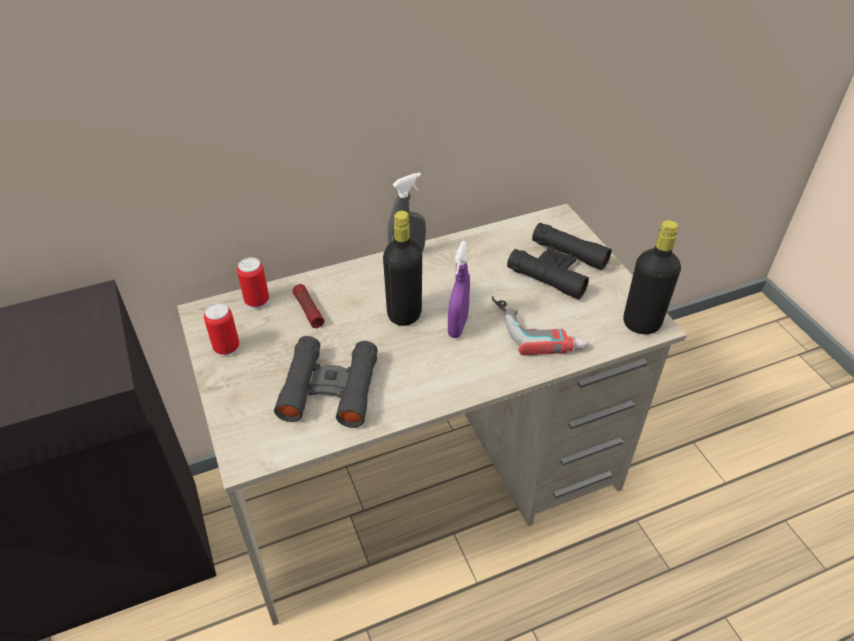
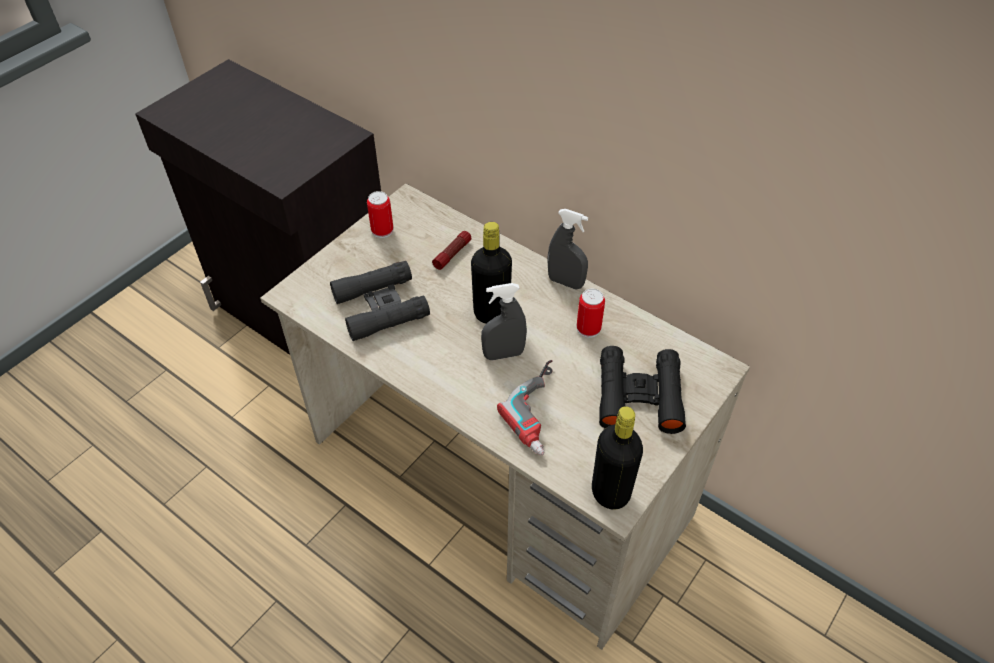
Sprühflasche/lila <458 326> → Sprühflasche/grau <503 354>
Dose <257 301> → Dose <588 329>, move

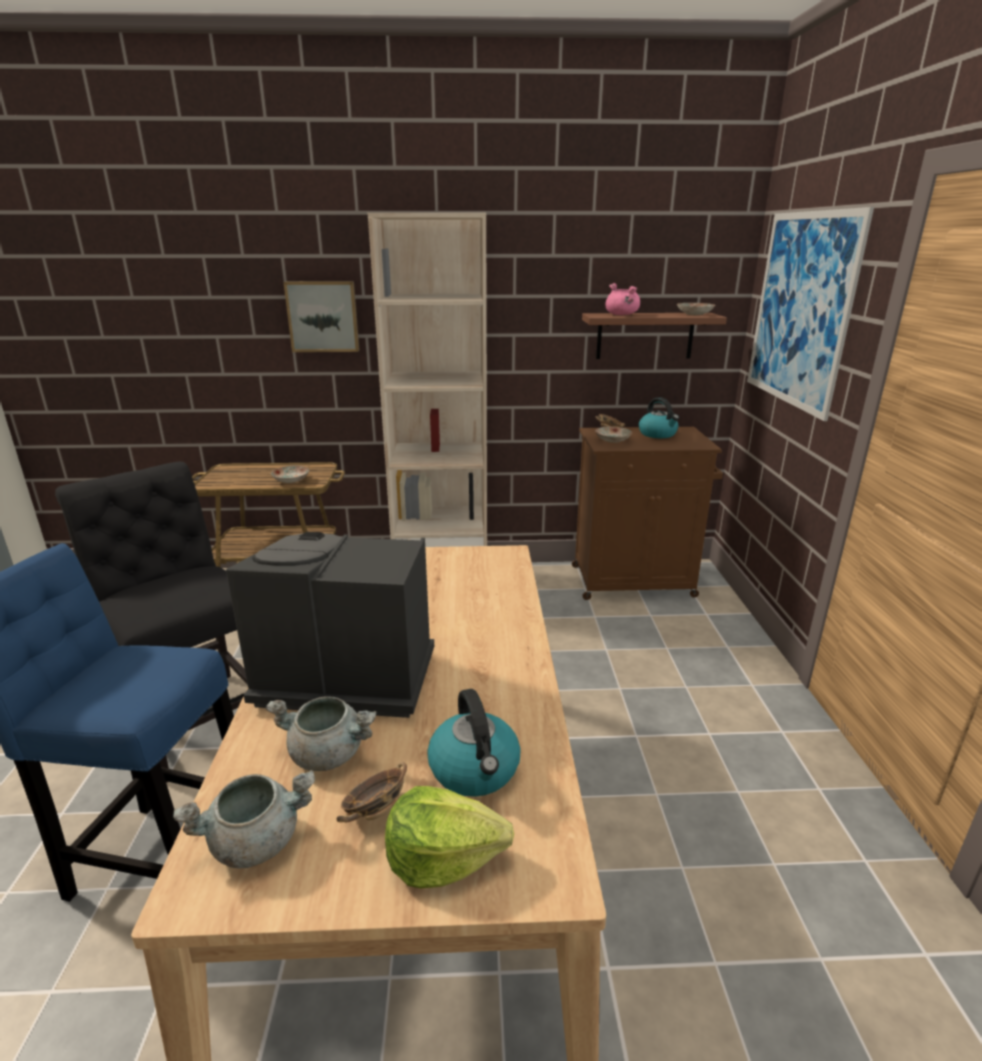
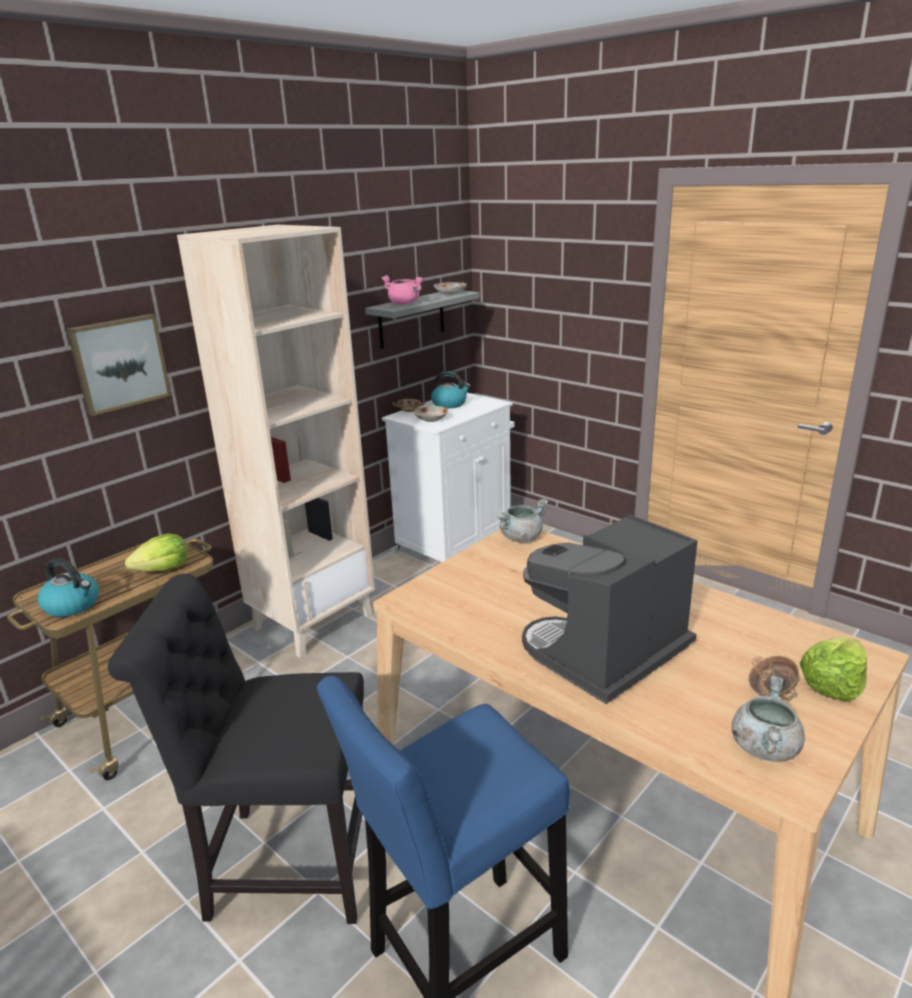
Bild <800 310> → -
Wandregal/braun <645 336> → Wandregal/grau <411 319>
Schrank/braun <635 581> → Schrank/weiß <456 542>
Teller <291 480> → Salatkopf <163 569>
Wasserkessel <475 770> → Wasserkessel <73 605>, move
Kochtopf/grau <328 754> → Kochtopf/grau <521 537>, move

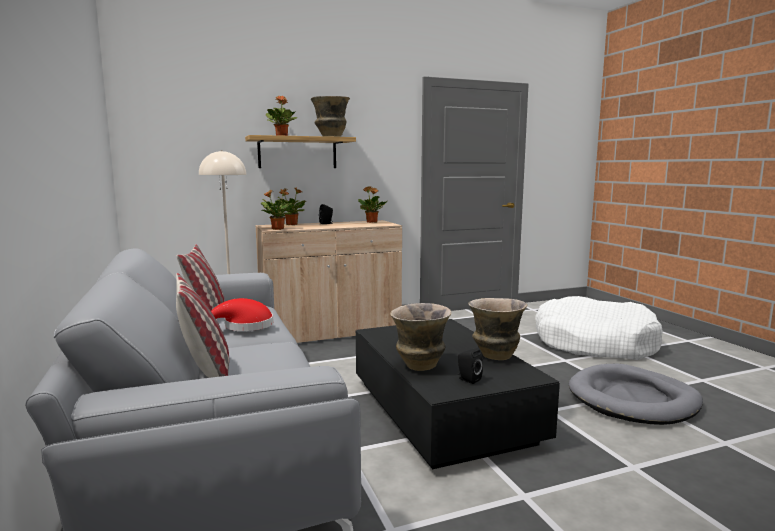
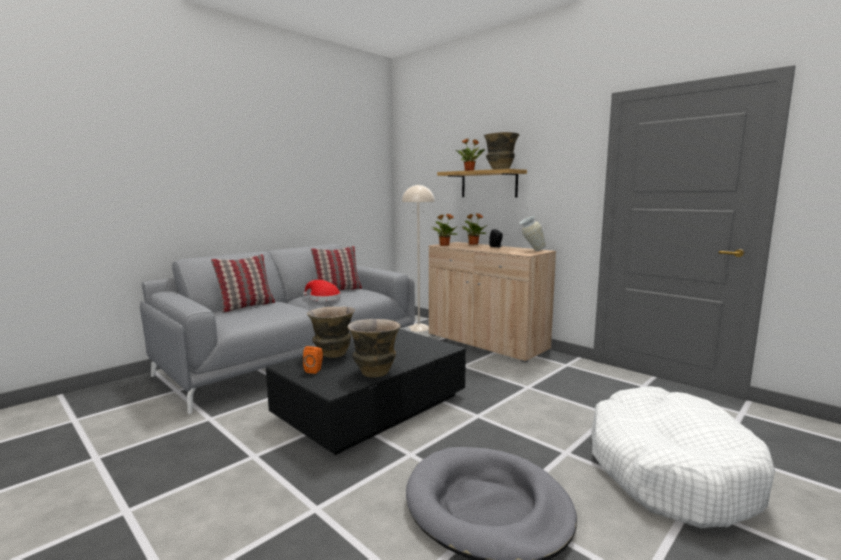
Topfpflanze <372 222> → Vase <531 250>
Lautsprecher/schwarz <468 379> → Lautsprecher/orange <315 370>

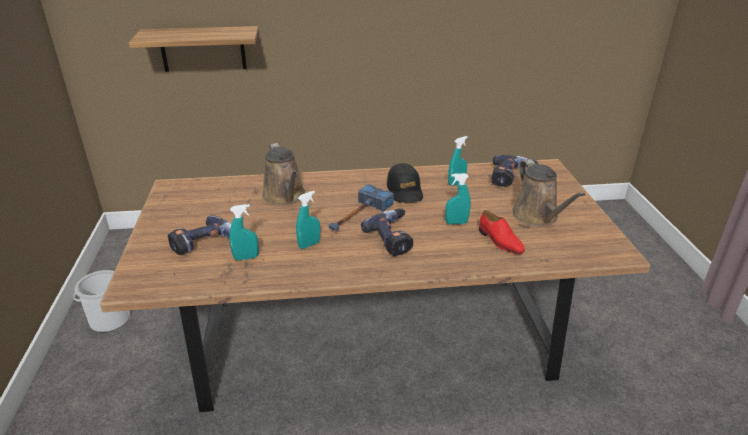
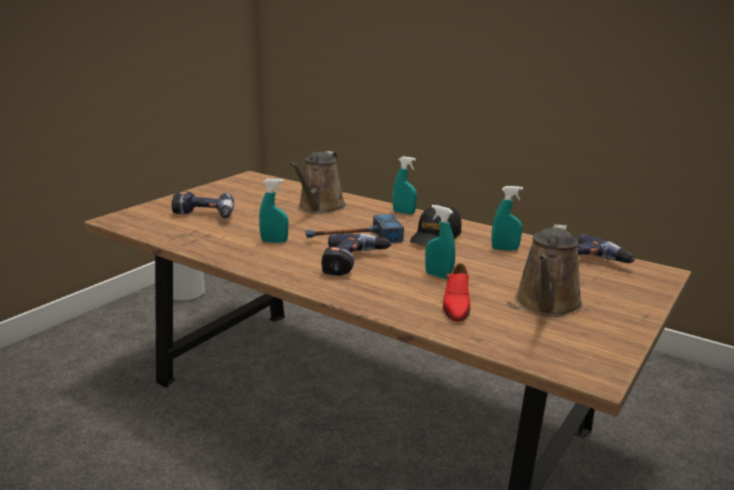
Wandregal <203 49> → -
Sprühflasche/türkis <246 258> → Sprühflasche/türkis <404 212>, move

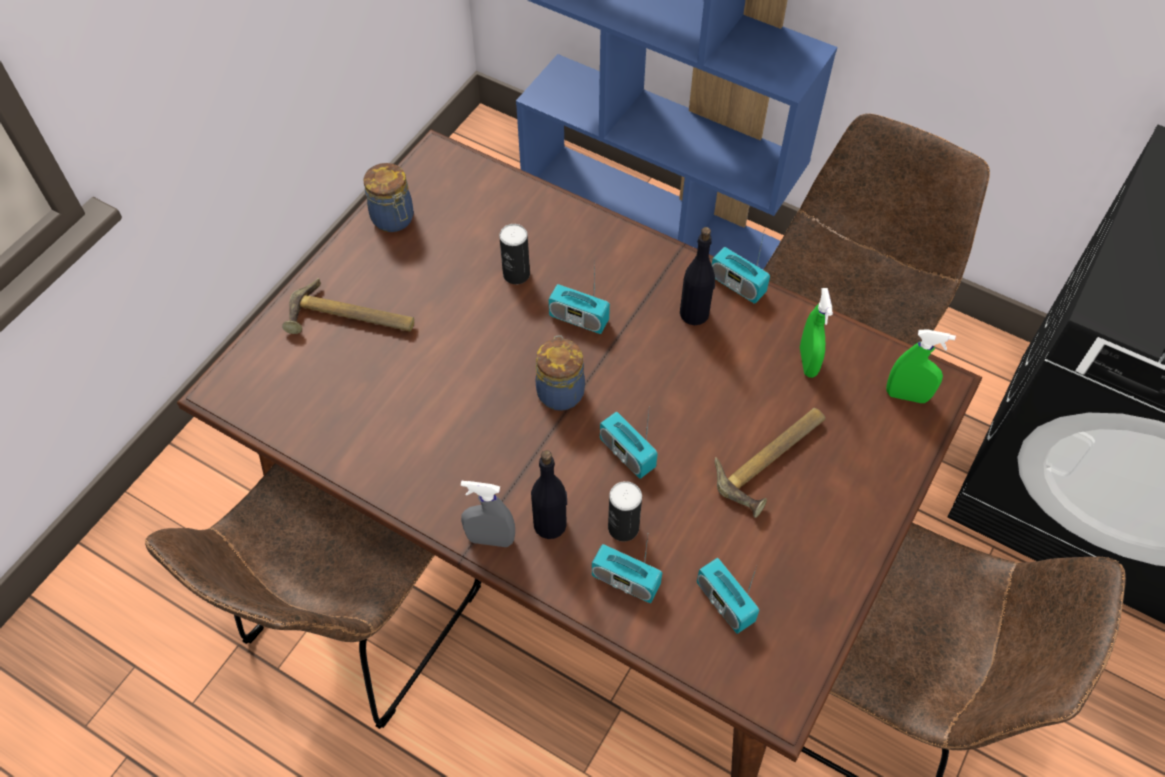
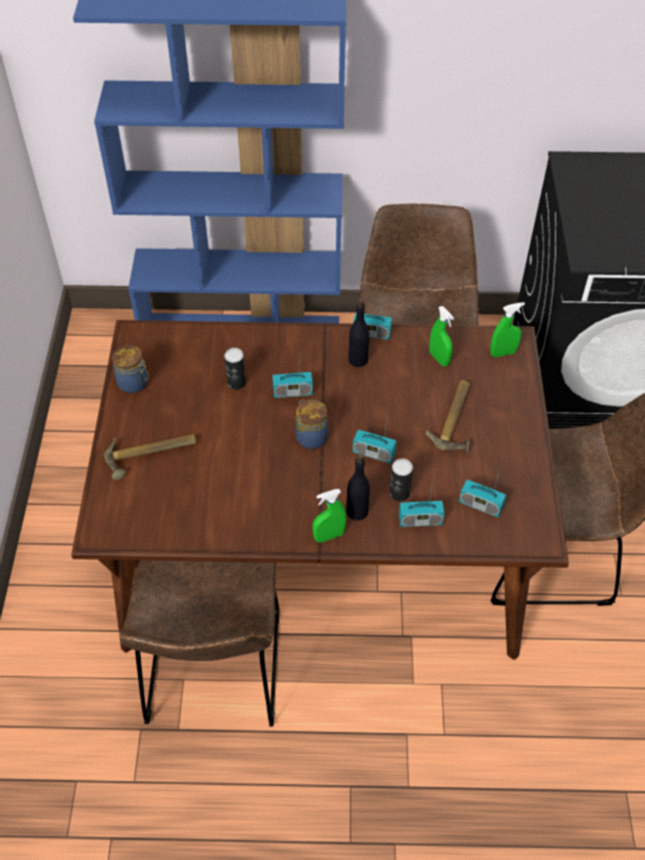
Sprühflasche/grau <490 539> → Sprühflasche/grün <329 536>

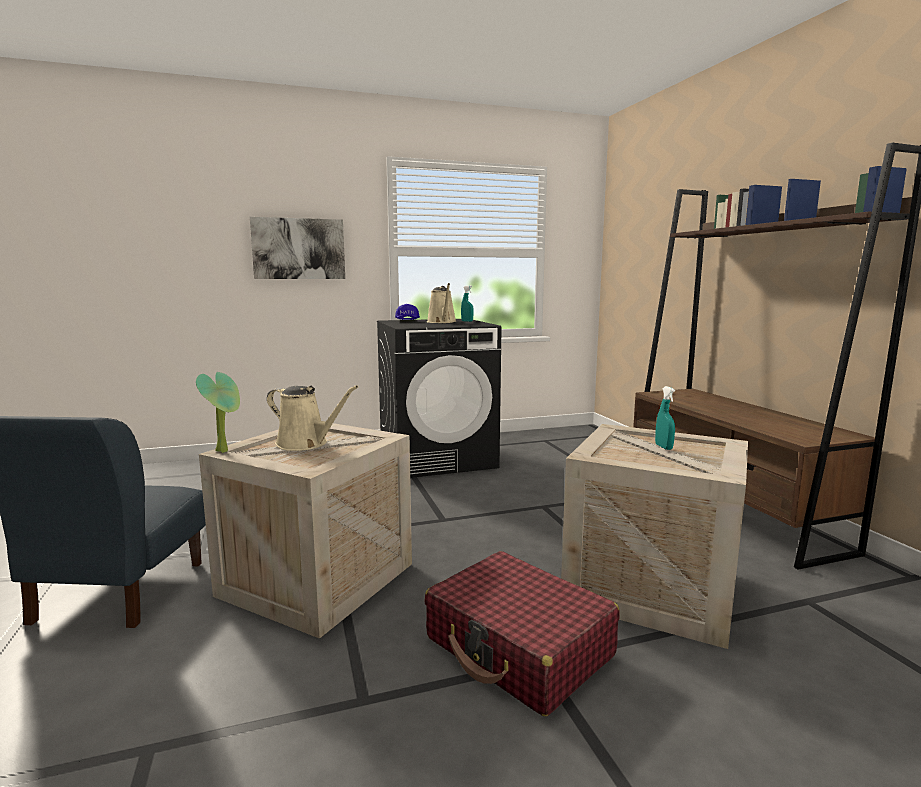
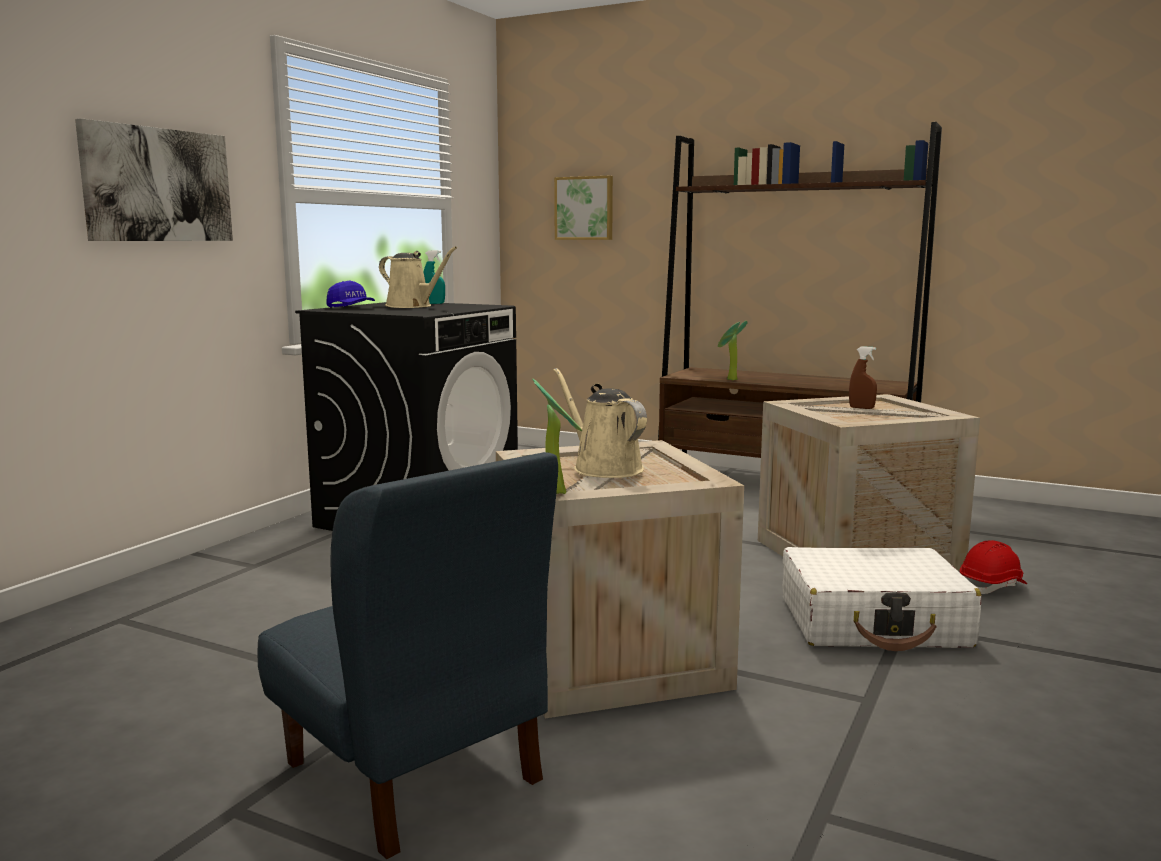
Gießkanne/beige <306 444> → Gießkanne/beige <603 468>, 105 degrees counterclockwise
Sprühflasche/türkis <663 447> → Sprühflasche/braun <861 408>
Koffer/rot <519 647> → Koffer/weiß <874 623>
- → Bild <584 208>
- → Topfpflanze <730 380>
- → Schutzhelm/rot <992 586>

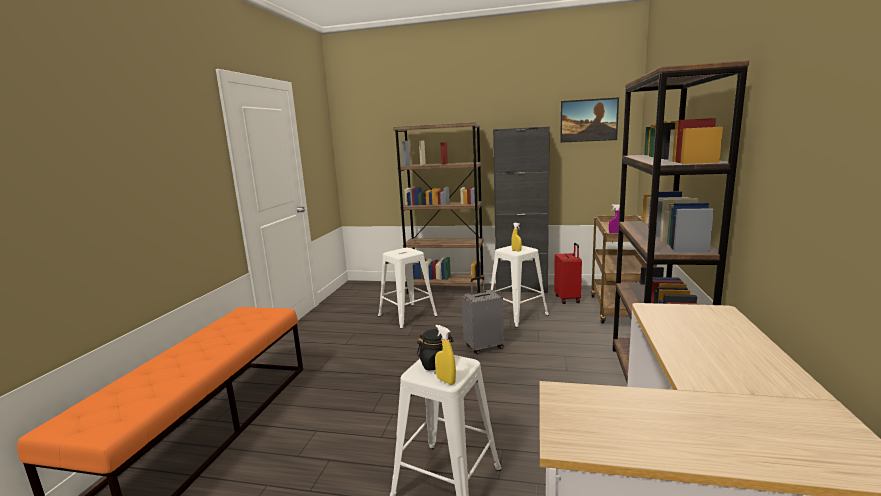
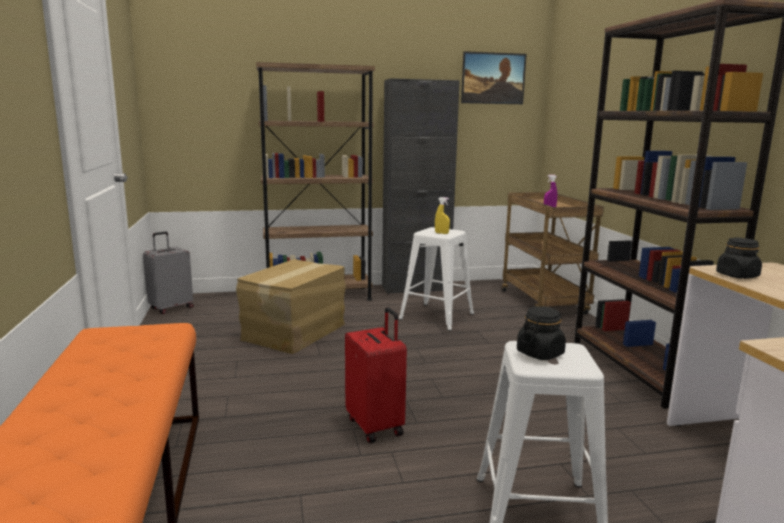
Koffer/rot <568 299> → Koffer/rot <376 426>, move
Hocker/weiß <407 316> → Karton <295 332>
Koffer/grau <483 347> → Koffer/grau <171 308>, move
Sprühflasche/gelb <446 381> → -
- → Vorratsglas/schwarz <737 276>

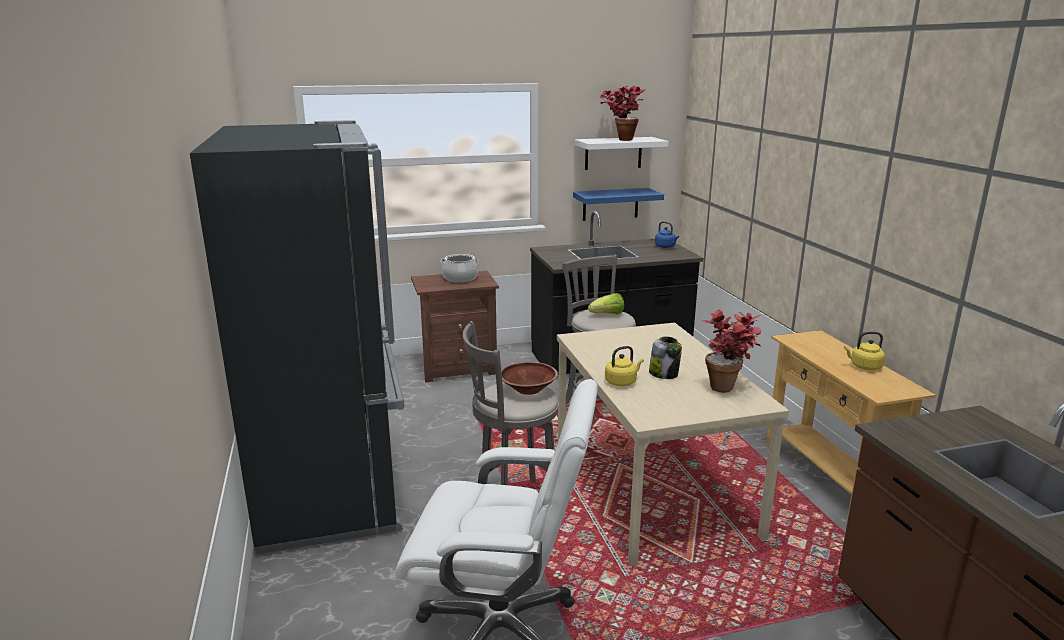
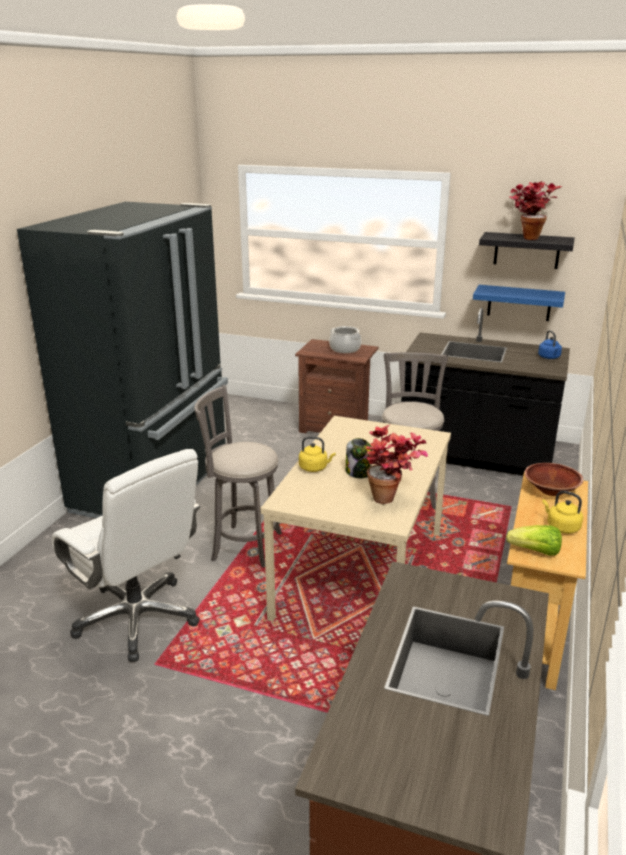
Wandregal/weiß <613 153> → Wandregal/schwarz <527 250>
Salatkopf <607 315> → Salatkopf <535 552>, move
Schüssel/braun <528 390> → Schüssel/braun <551 490>, move

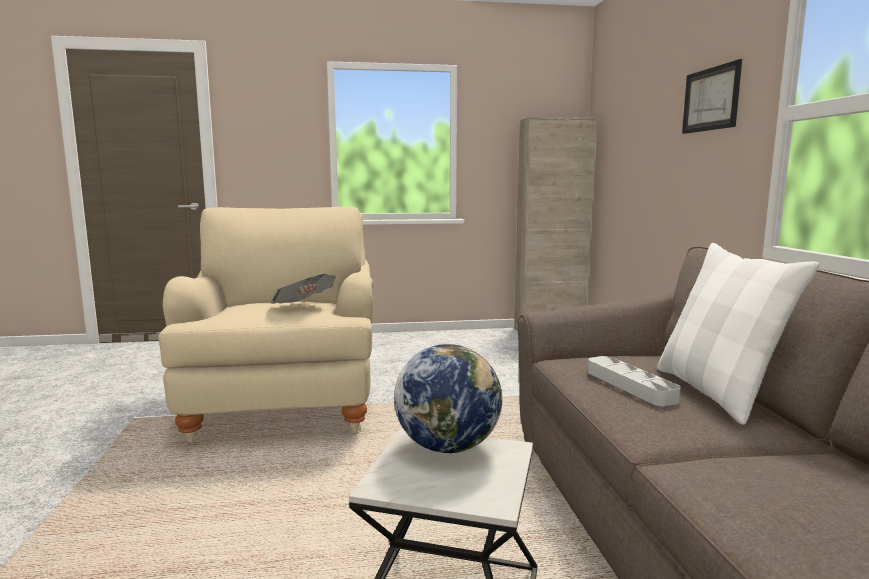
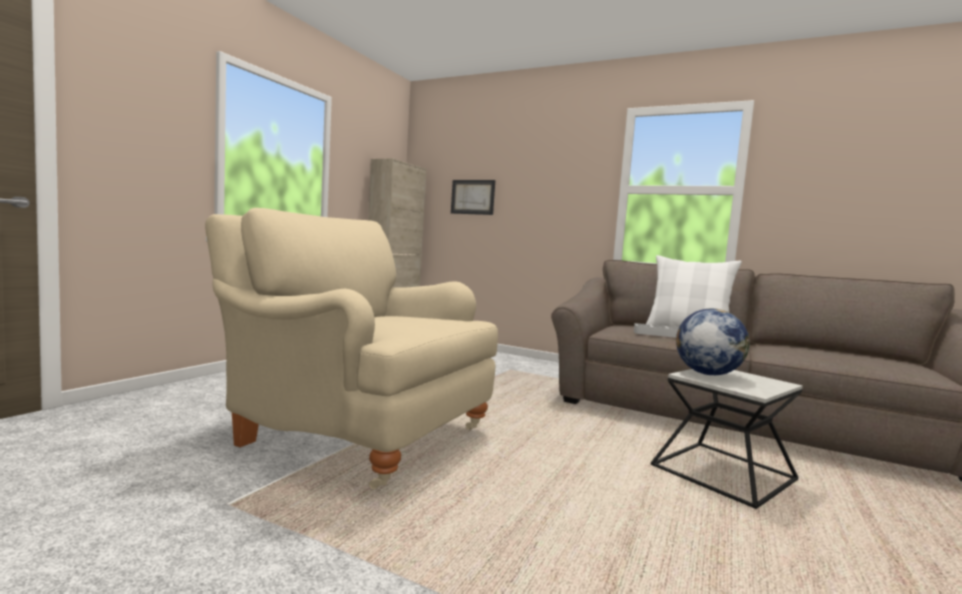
Bild <711 99> → Bild <472 197>, move
Zeitung <304 307> → -

